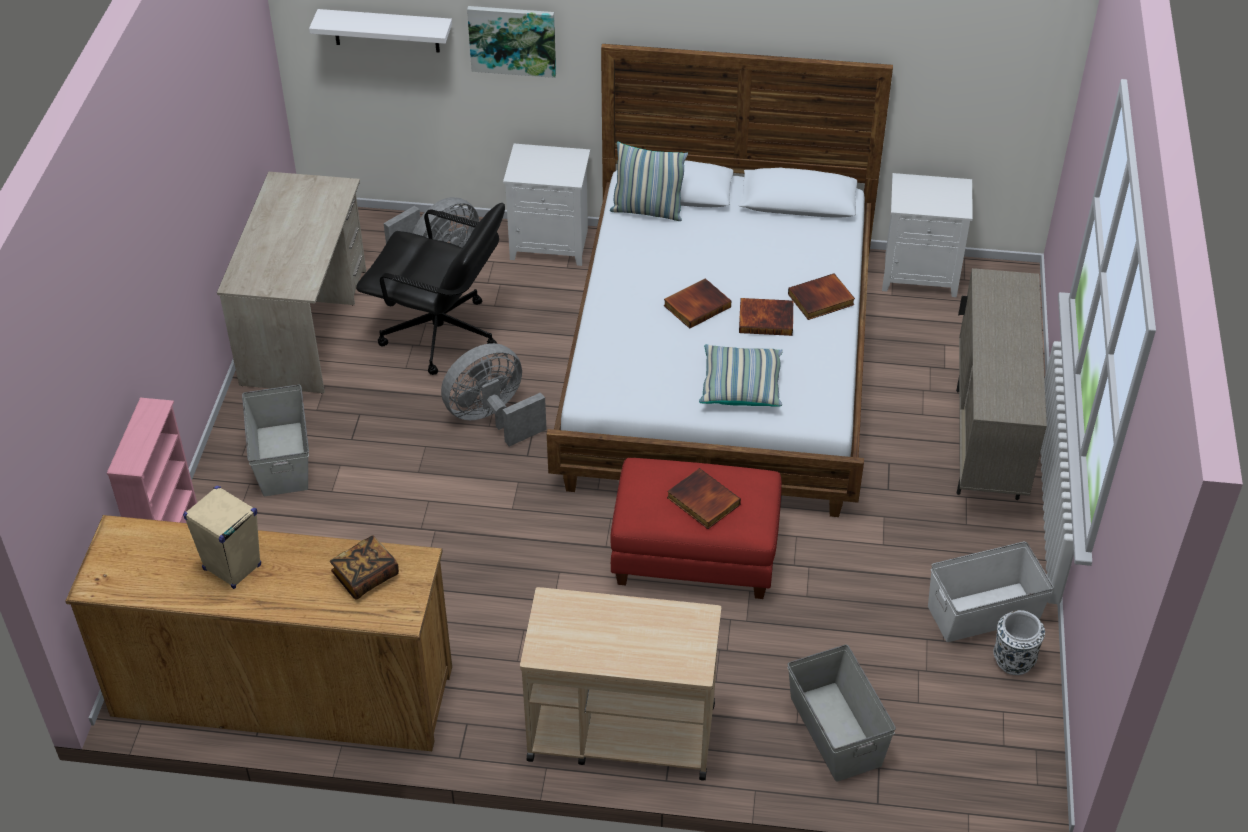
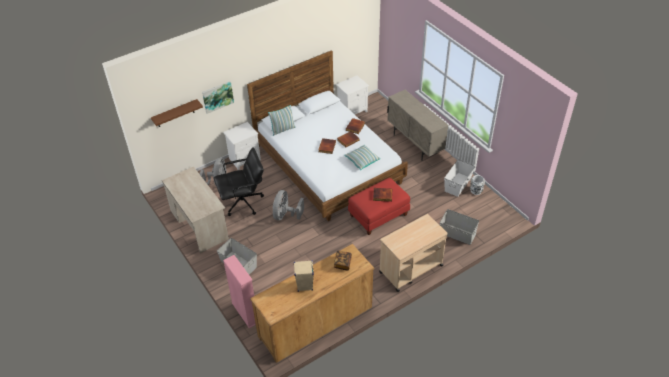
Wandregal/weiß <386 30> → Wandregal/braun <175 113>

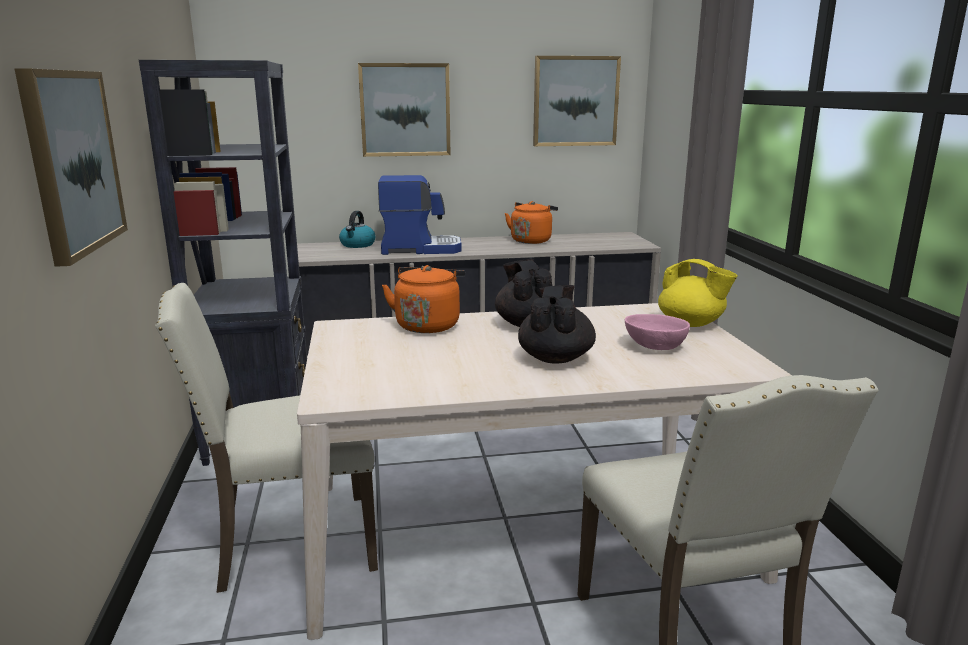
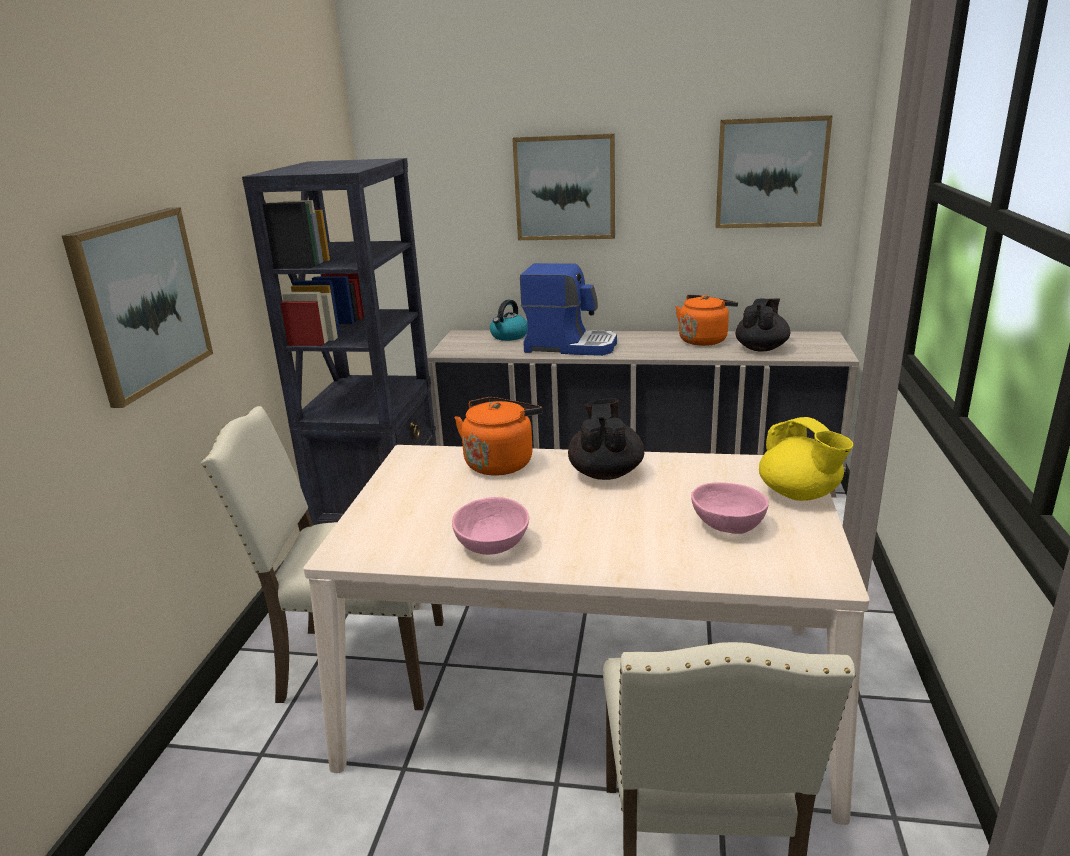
Teekanne/schwarz <555 358> → Teekanne/schwarz <761 348>, move
- → Schüssel/rosa <491 544>

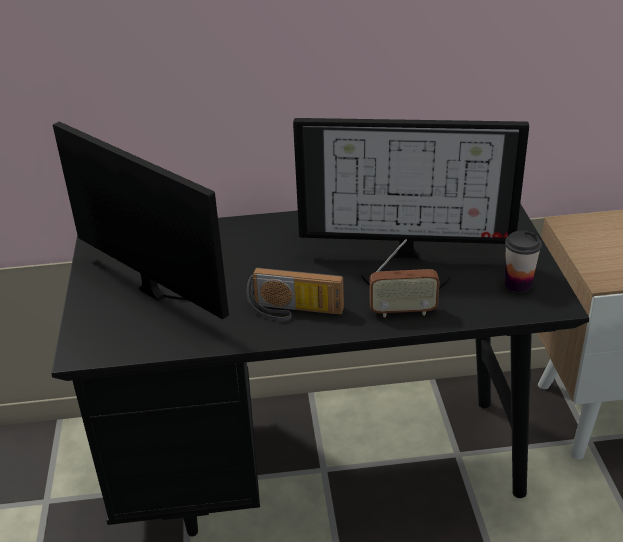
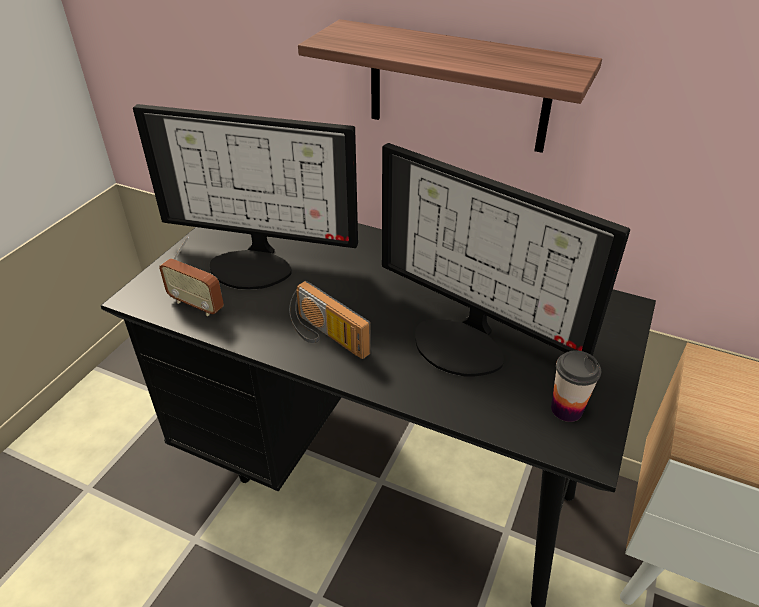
Monitor <167 282> → Monitor <254 264>, 120 degrees clockwise
Radio <403 311> → Radio <196 305>, move
- → Wandregal <457 87>

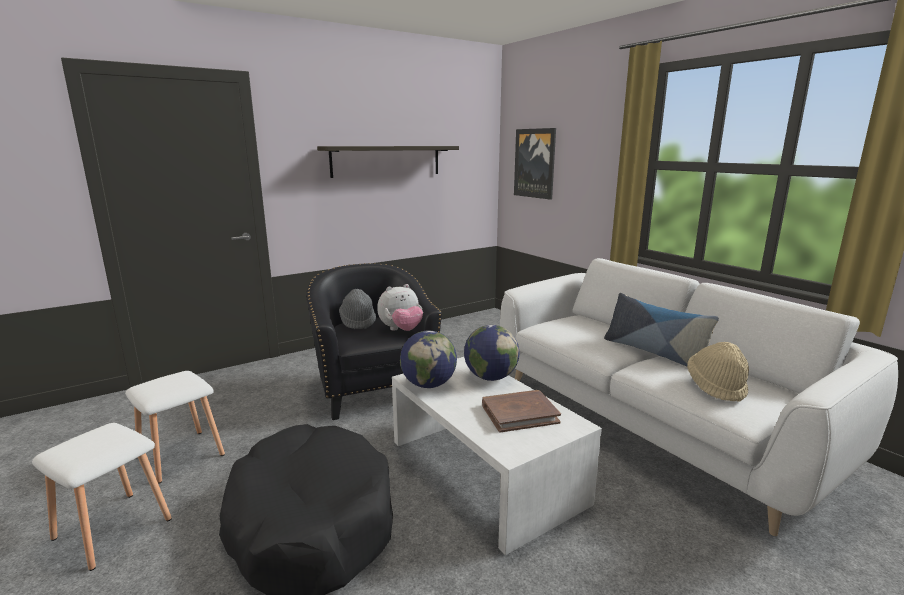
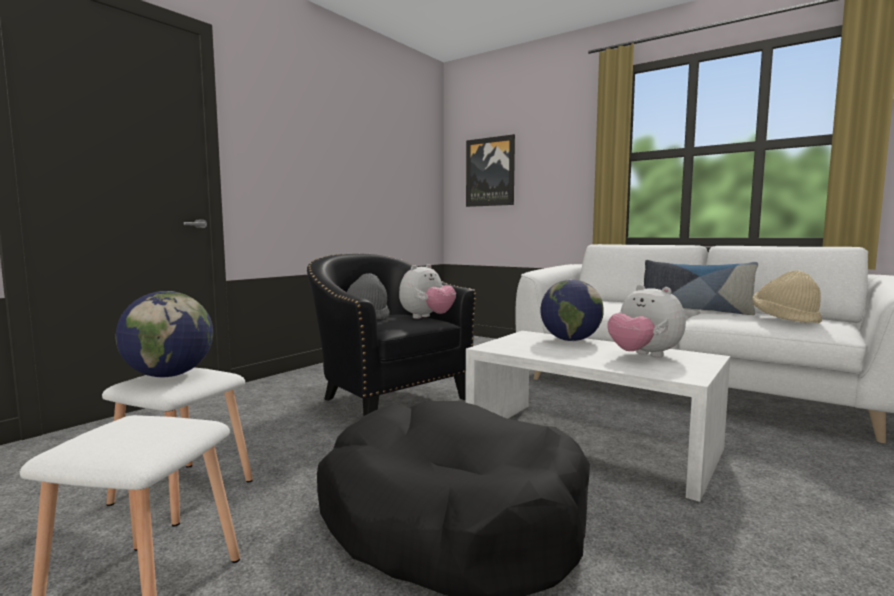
Wandregal <386 161> → -
Globus <428 385> → Globus <169 375>, move
Buch/braun <519 413> → Plüschtier <643 356>

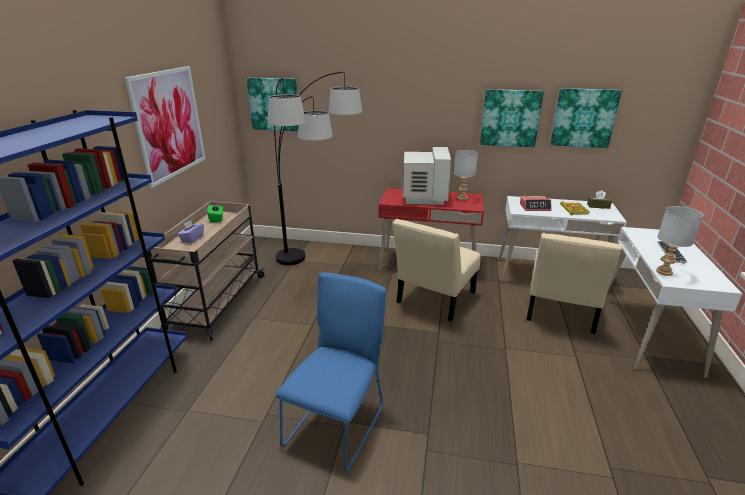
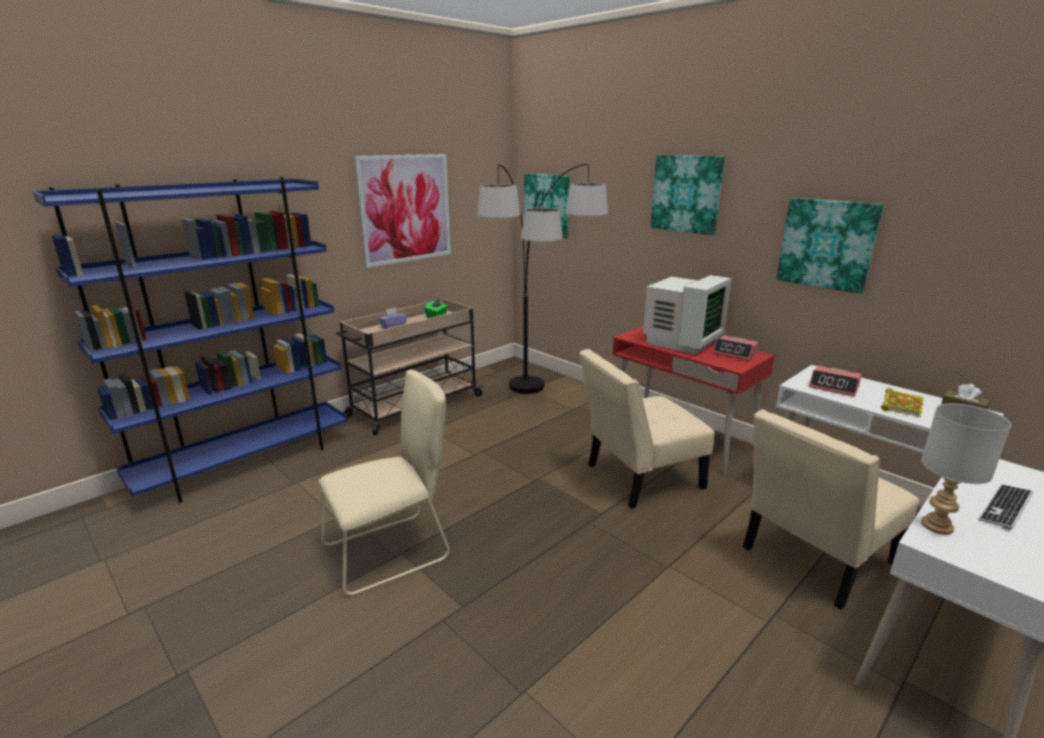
Bild <583 118> → Bild <686 194>, move
Tischlampe/grau <462 198> → Wecker <735 353>
Stuhl/blau <337 423> → Stuhl/beige <392 550>

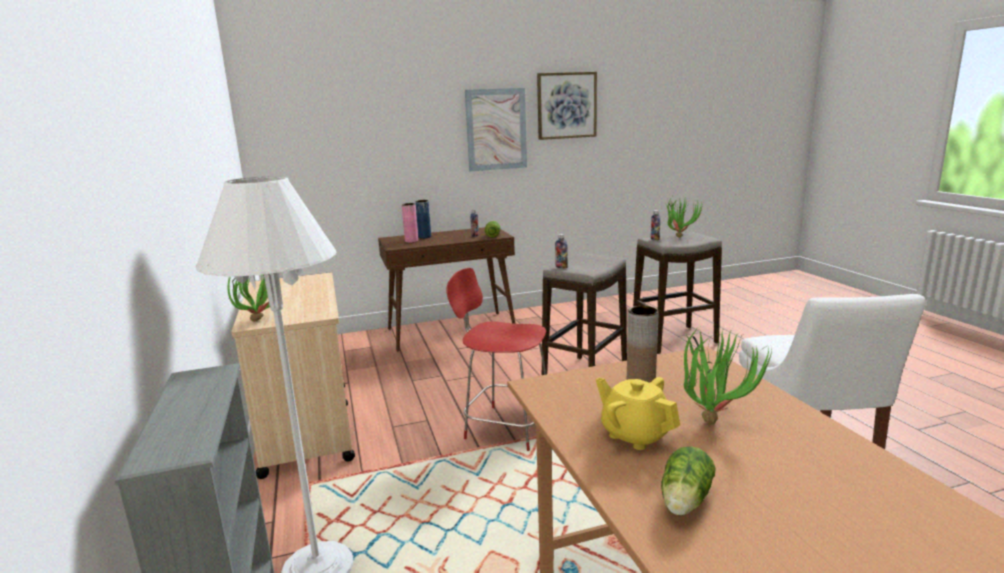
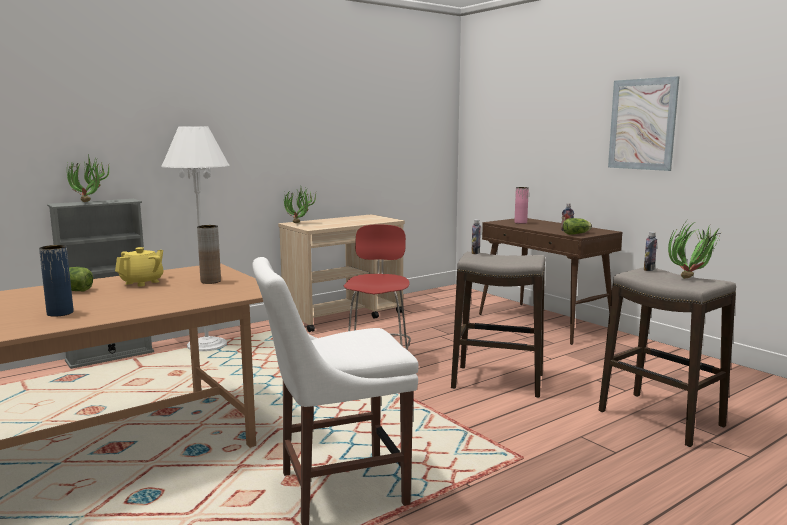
Bild <566 105> → -
Vase/blau <424 237> → Vase/blau <60 313>, move
Topfpflanze <713 418> → Topfpflanze <90 202>, move

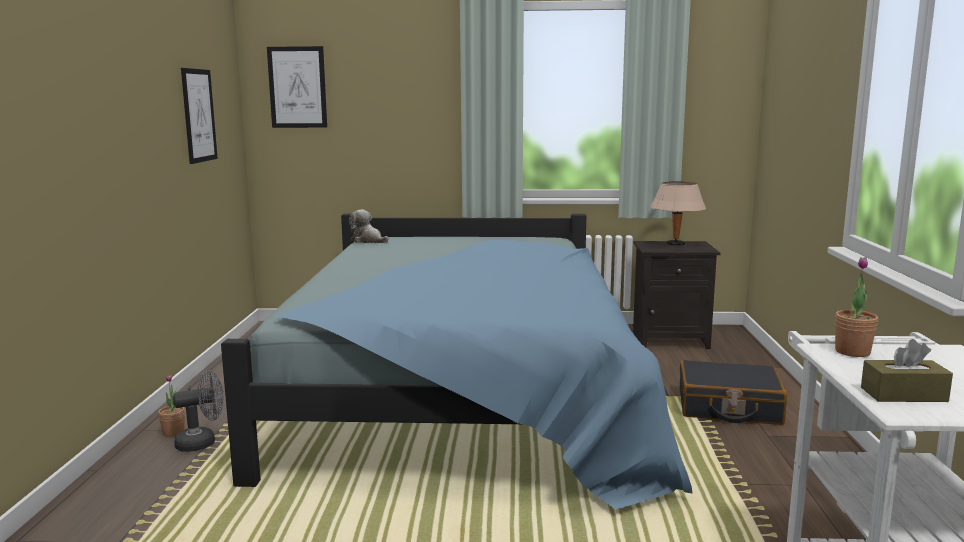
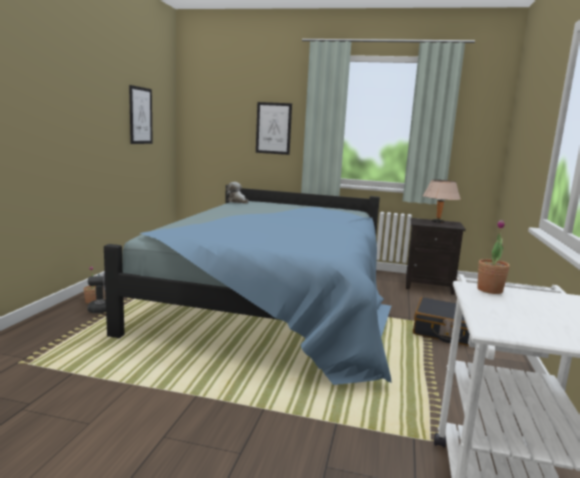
Bild <297 87> → Bild <273 128>, move
Taschentuchbox/braun <903 394> → -

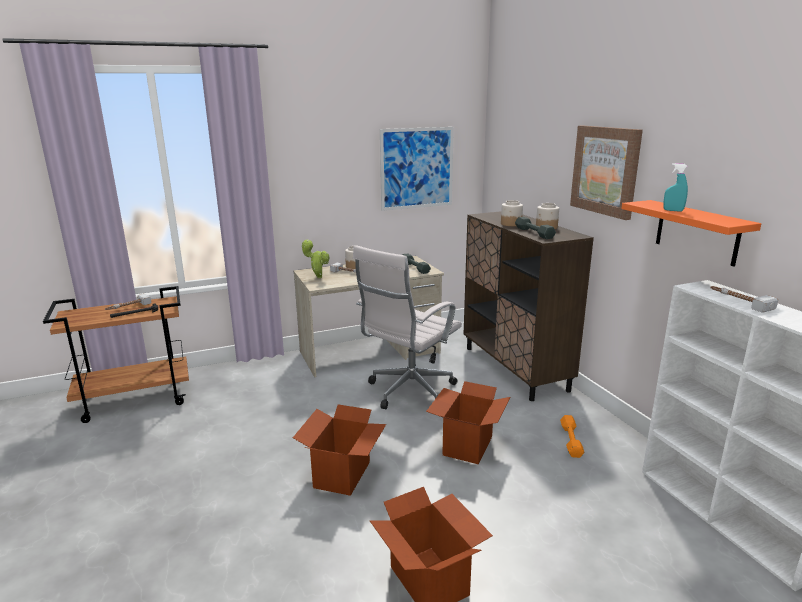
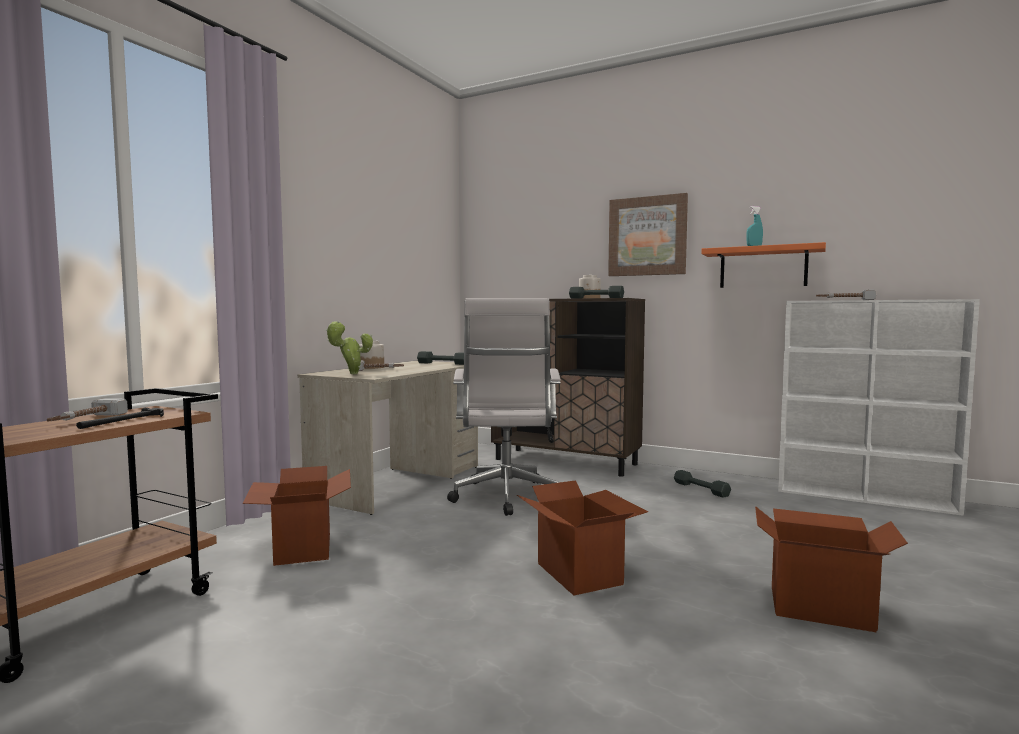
Bild <417 168> → -
Vorratsglas <511 224> → -
Karton <467 445> → Karton <302 549>, move
Hantel/orange <570 440> → Hantel/grau <701 489>

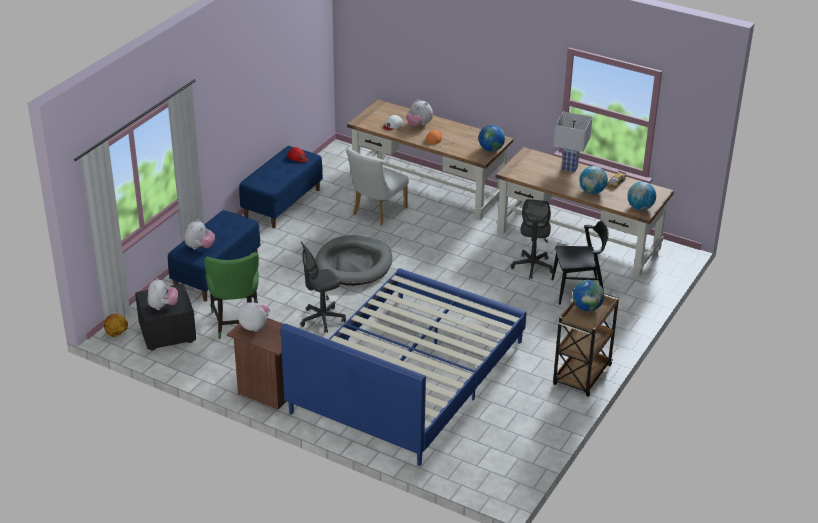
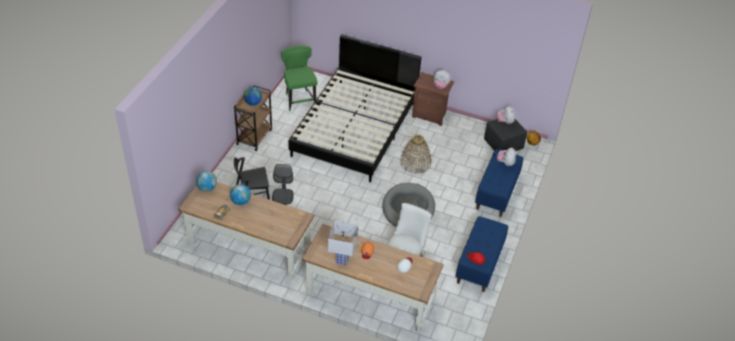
Plüschtier <419 125> → -
Tischlampe/weiß <570 168> → Tischlampe/weiß <342 260>, move
Globus <491 149> → -
Bürostuhl/grau <322 319> → Korb <415 162>
Stuhl/grün <235 324> → Stuhl/grün <299 100>, move
Bett/blau <408 376> → Bett/schwarz <355 129>

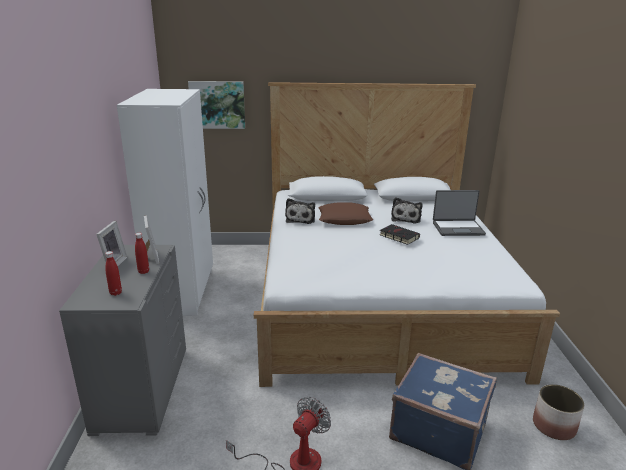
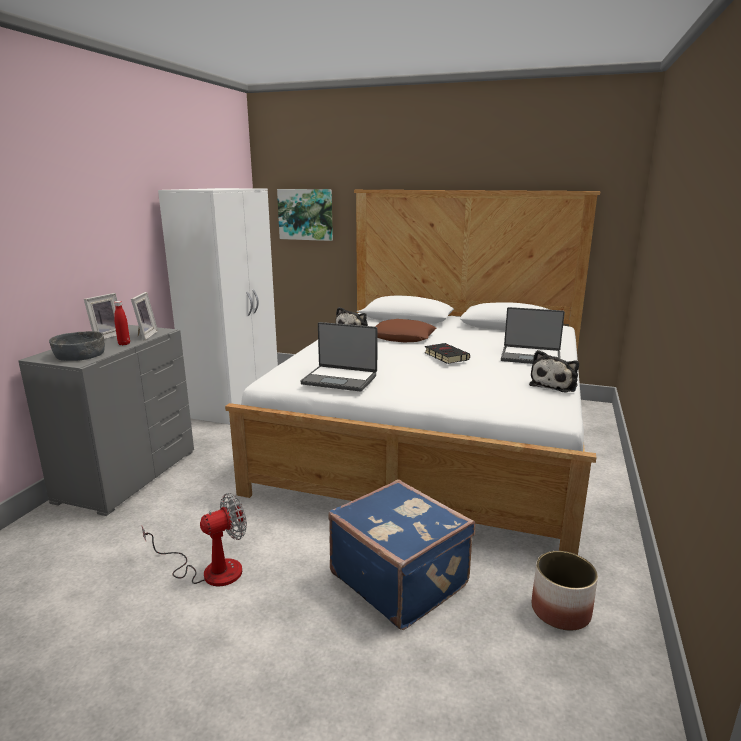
Plüschtier <406 218> → Plüschtier <555 385>, move
Flasche/rot <115 293> → Schüssel/grau <79 355>
- → Laptop <340 379>

